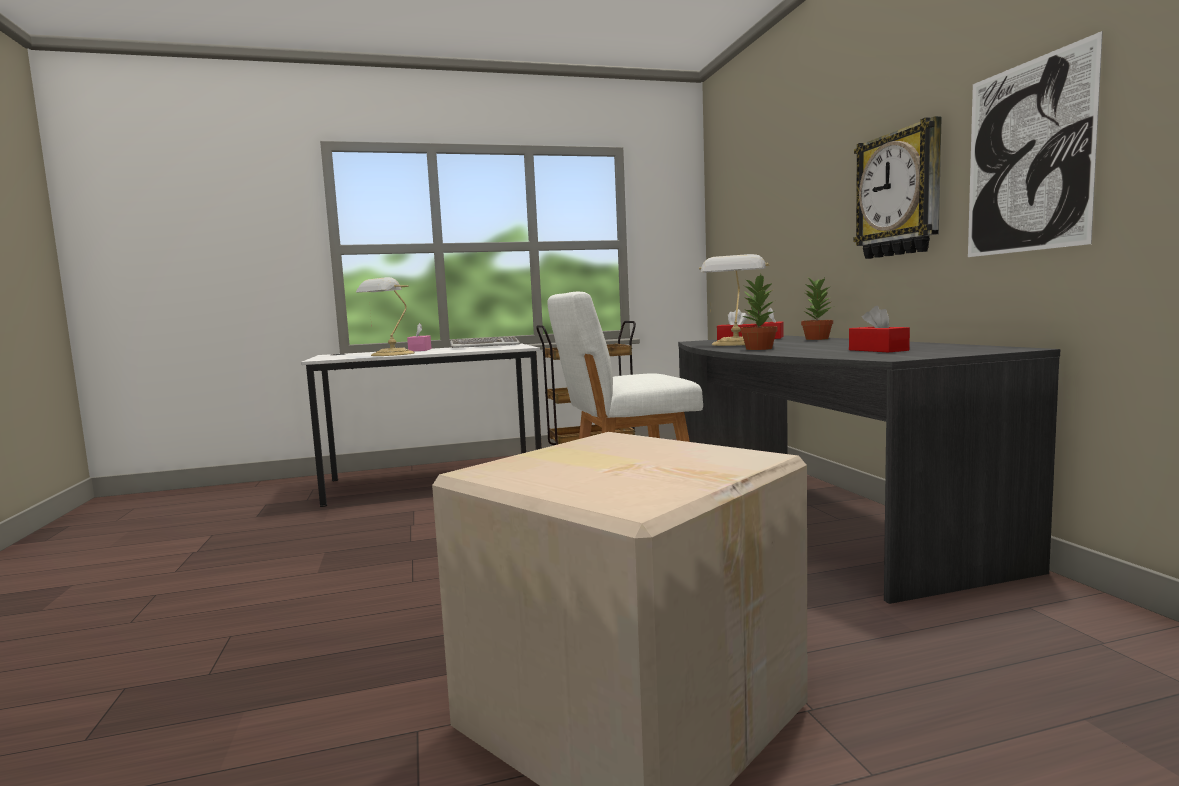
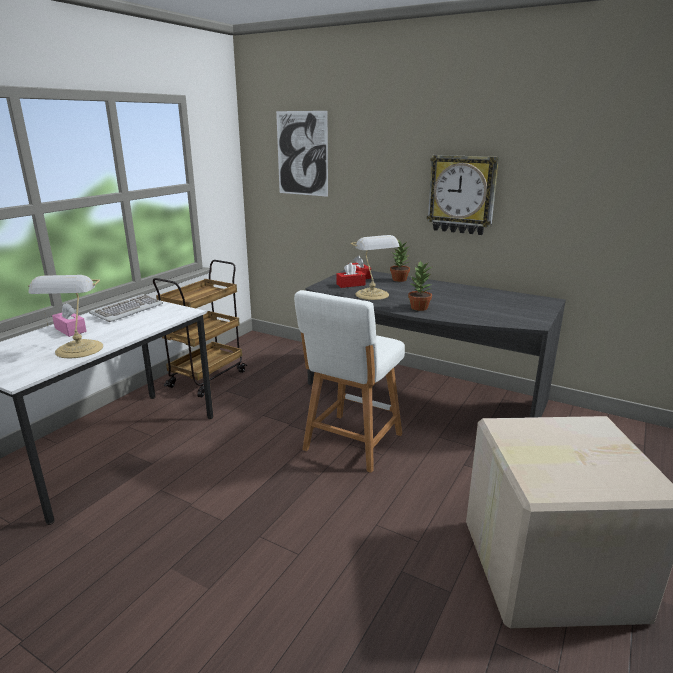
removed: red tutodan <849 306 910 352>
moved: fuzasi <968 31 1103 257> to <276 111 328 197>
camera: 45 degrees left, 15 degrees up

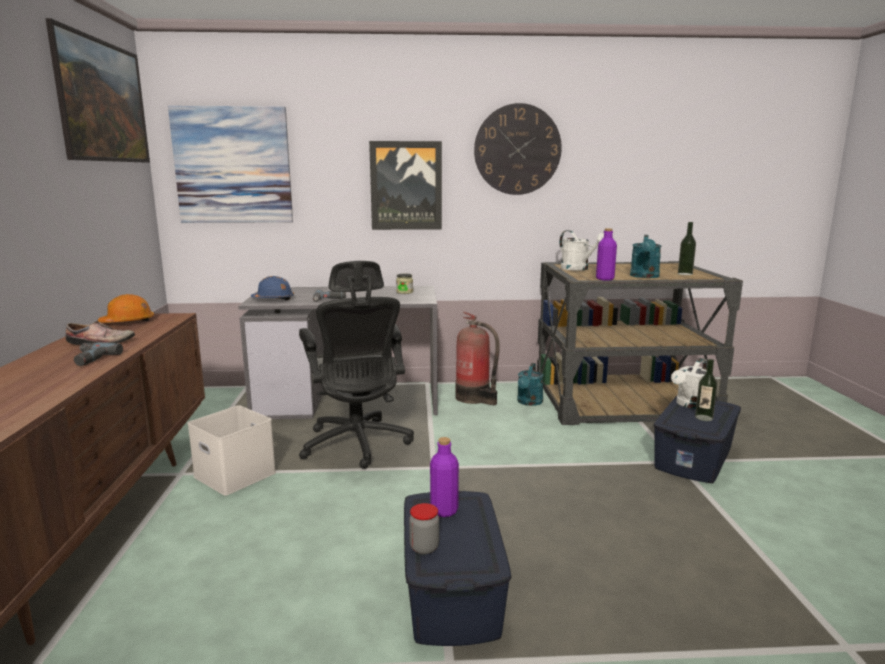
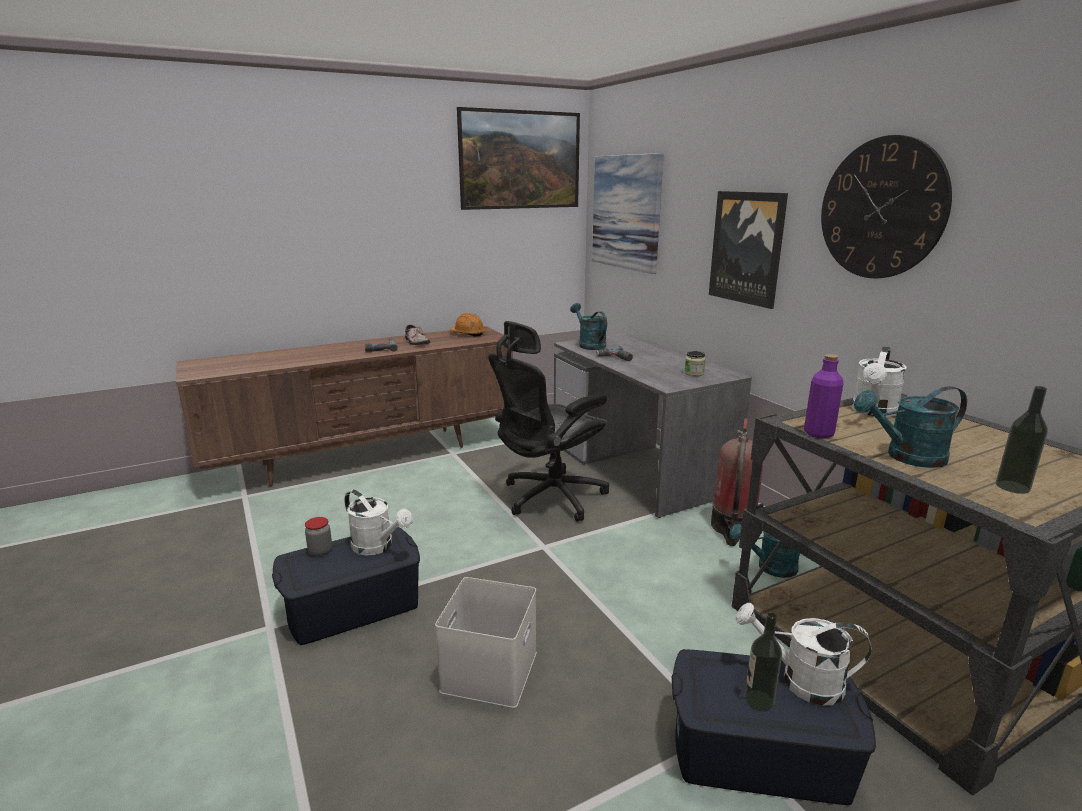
moved: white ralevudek <187 405 276 496> to <435 577 537 708>
replaced: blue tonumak <251 276 294 301> to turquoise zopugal <570 303 607 350>; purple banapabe <430 437 459 517> to white zopugal <344 490 413 556>
camera: 65 degrees right, 5 degrees up

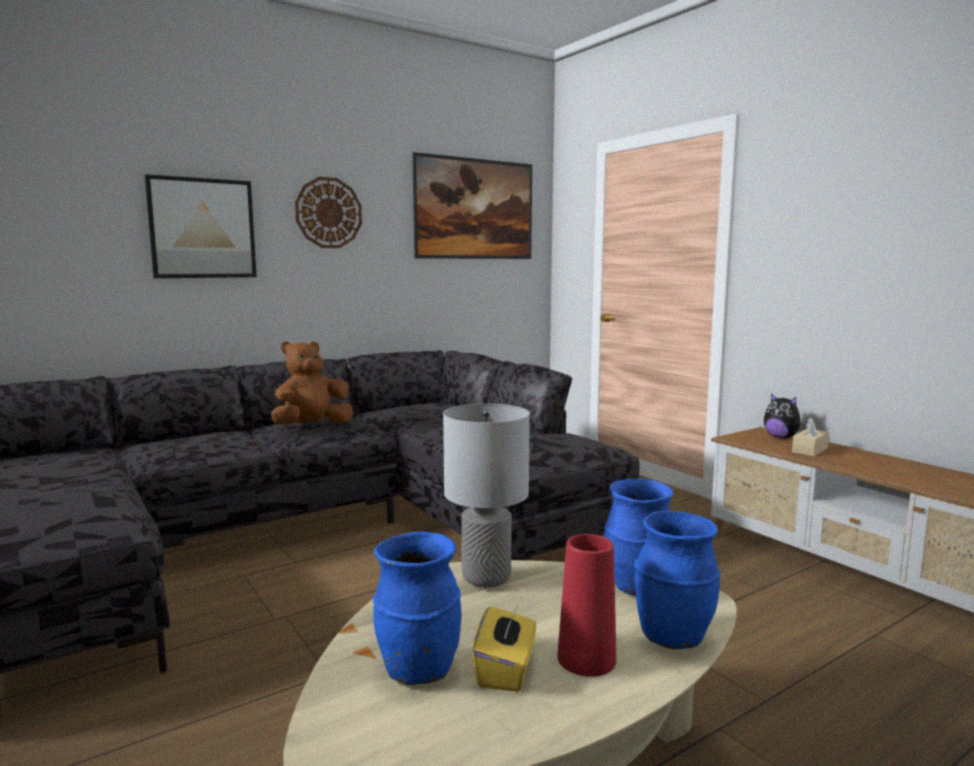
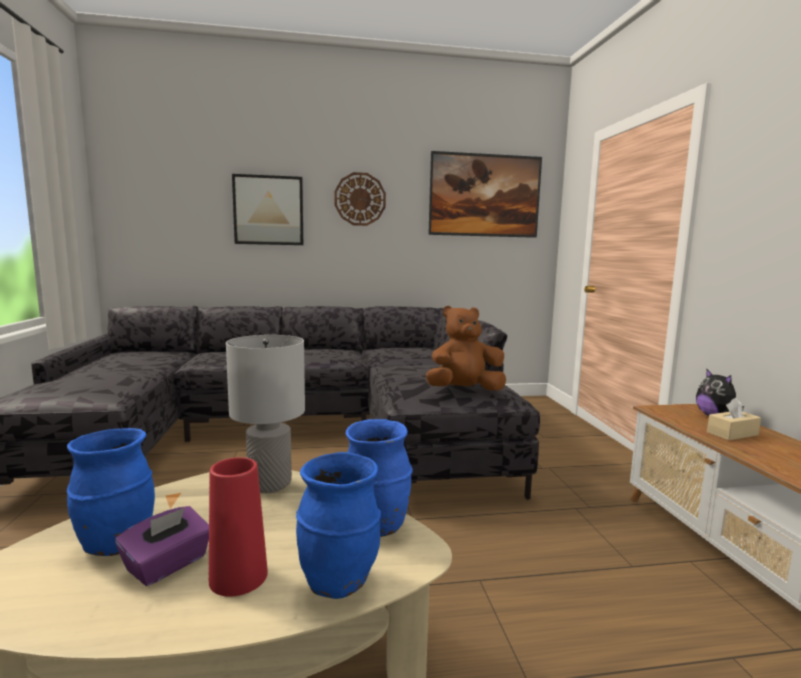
moved: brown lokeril <271 341 353 425> to <426 306 506 391>
recoloured: yellow tutodan <472 603 536 692> to purple tutodan <115 506 209 586>
camera: 25 degrees right, 0 degrees up

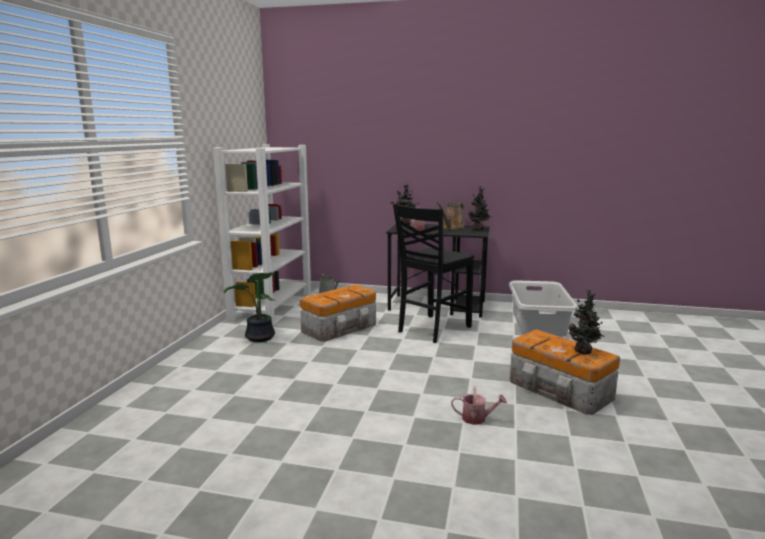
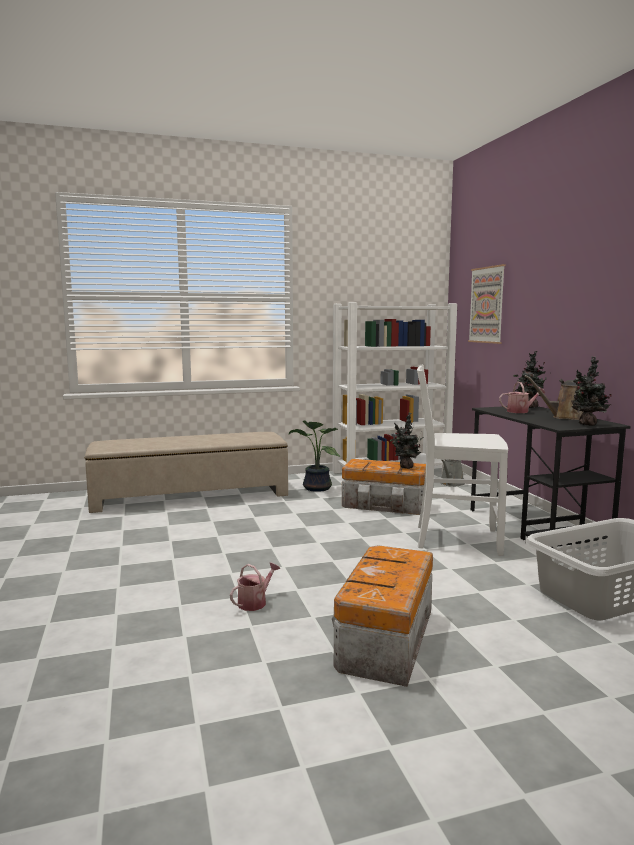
added: fuzasi <468 264 506 344>; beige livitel <85 432 288 513>
moved: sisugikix <568 289 605 354> to <390 413 424 469>
recoloured: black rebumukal <393 203 474 343> to white rebumukal <417 365 508 556>
turned: zopugal <451 386 507 425> = <230 562 280 611> 120 degrees counterclockwise
camera: 60 degrees right, 5 degrees down

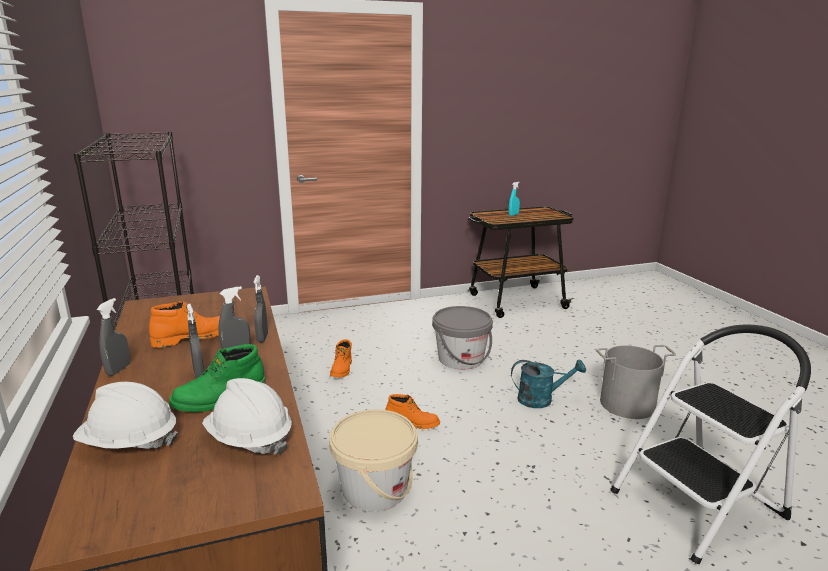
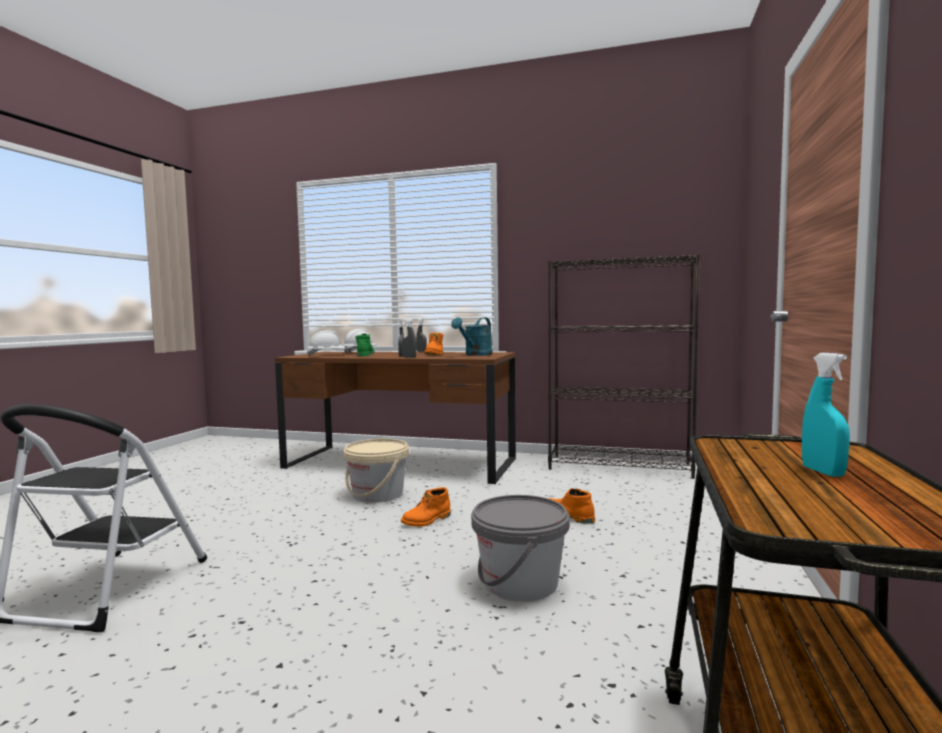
removed: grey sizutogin <187 304 204 378>; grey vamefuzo <596 345 676 419>
moved: turquoise zopugal <511 359 586 408> to <451 317 493 356>
camera: 125 degrees right, 15 degrees down

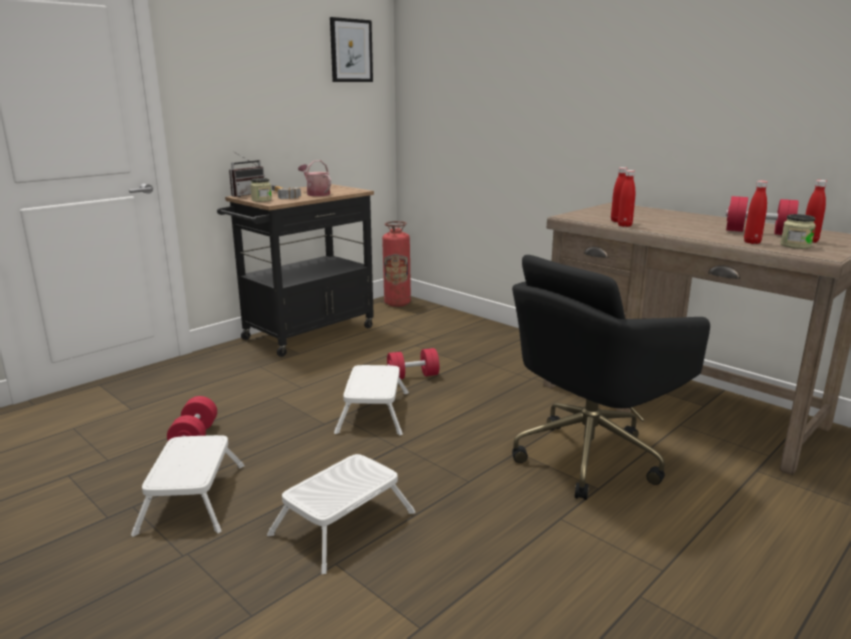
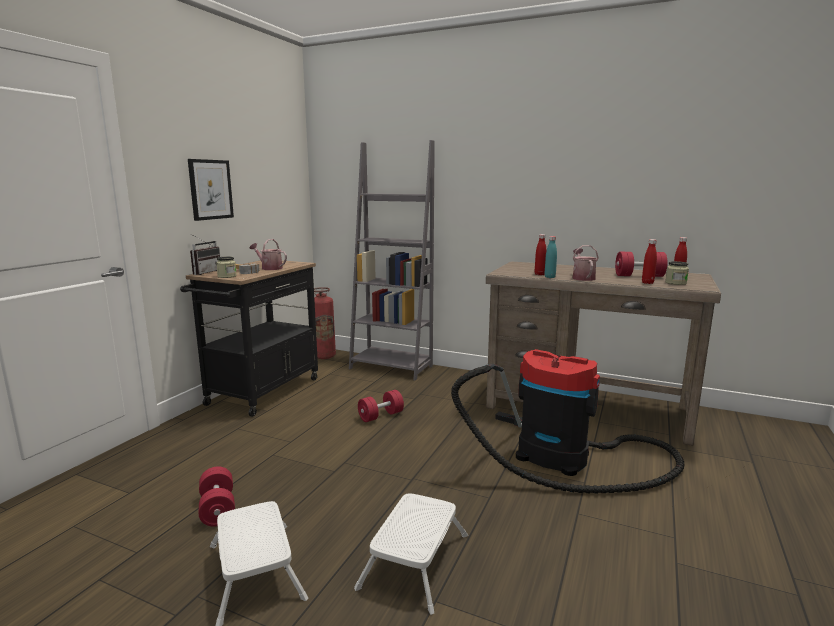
removed: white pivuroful <334 365 409 435>
added: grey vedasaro <349 140 435 381>; zopugal <572 245 599 281>
moved: fuzasi <330 17 373 82> to <188 159 234 221>
replaced: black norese <512 255 710 500> to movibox <451 349 685 493>
recoloured: red banapabe <618 170 635 227> to turquoise banapabe <545 236 557 278>
camera: 20 degrees left, 5 degrees down

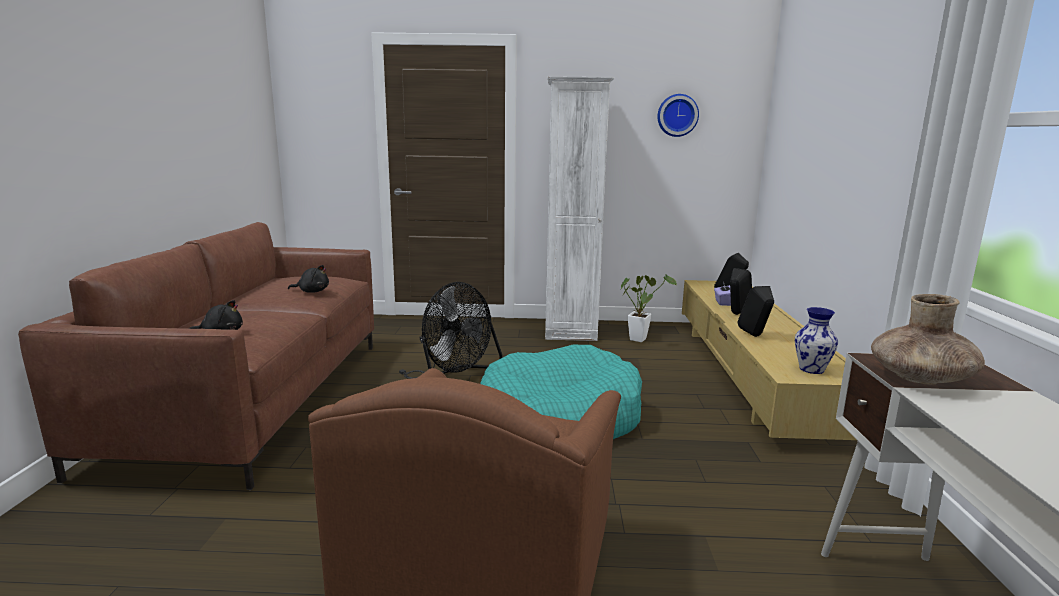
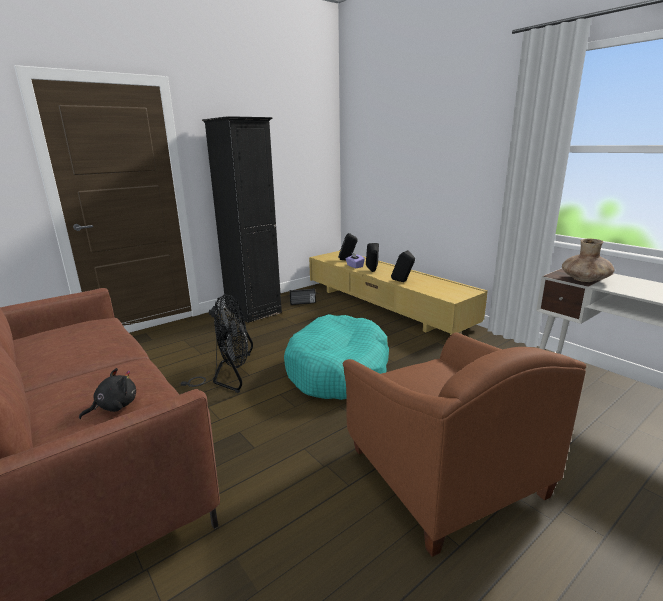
removed: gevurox <657 94 699 137>; black lokeril <288 265 329 293>; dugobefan <795 307 838 374>
replaced: sisugikix <621 274 677 342> to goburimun <290 288 316 305>
recoloured: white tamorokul <545 76 614 341> to black tamorokul <202 116 282 323>
camera: 40 degrees left, 5 degrees up

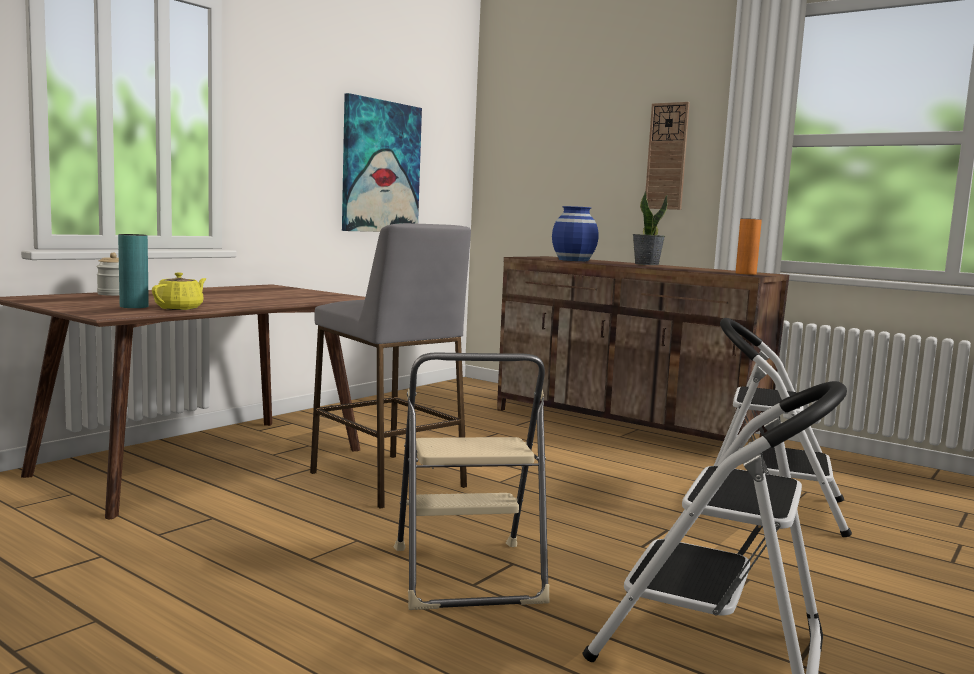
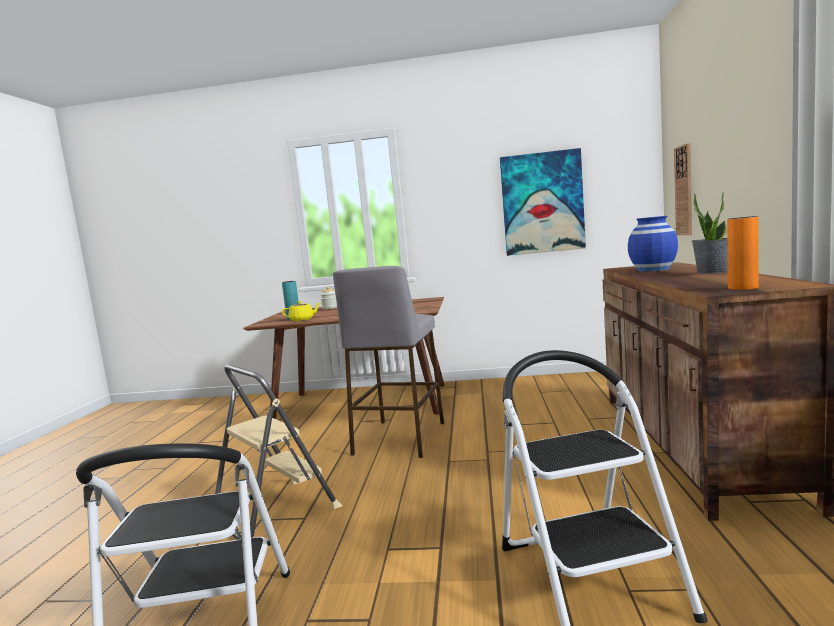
moved: gevurox <646 102 690 210> to <674 143 692 235>
camera: 60 degrees right, 0 degrees up

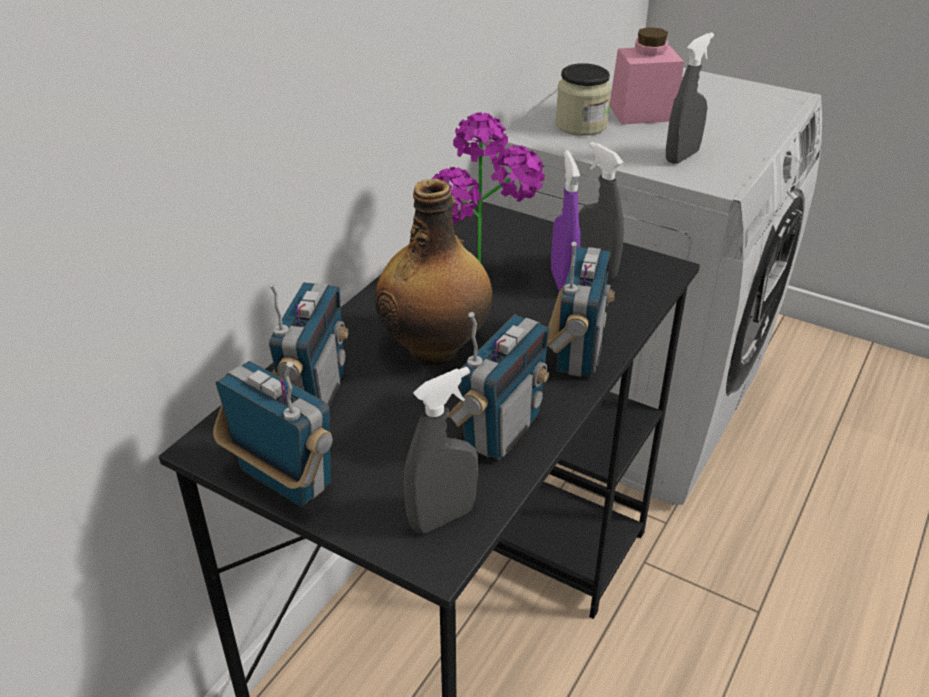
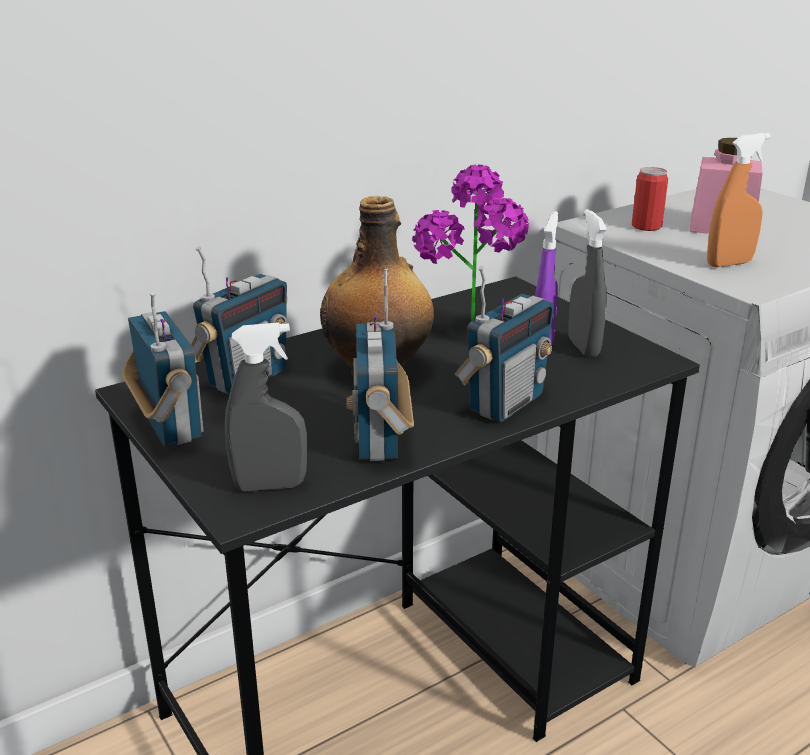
replaced: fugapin <555 63 611 136> to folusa <632 167 668 231>
recoloured: grey sizutogin <666 33 714 164> to orange sizutogin <707 133 771 267>
turned: goburimun <448 312 549 460> = <346 269 414 461> 120 degrees clockwise
camera: 25 degrees right, 10 degrees down

